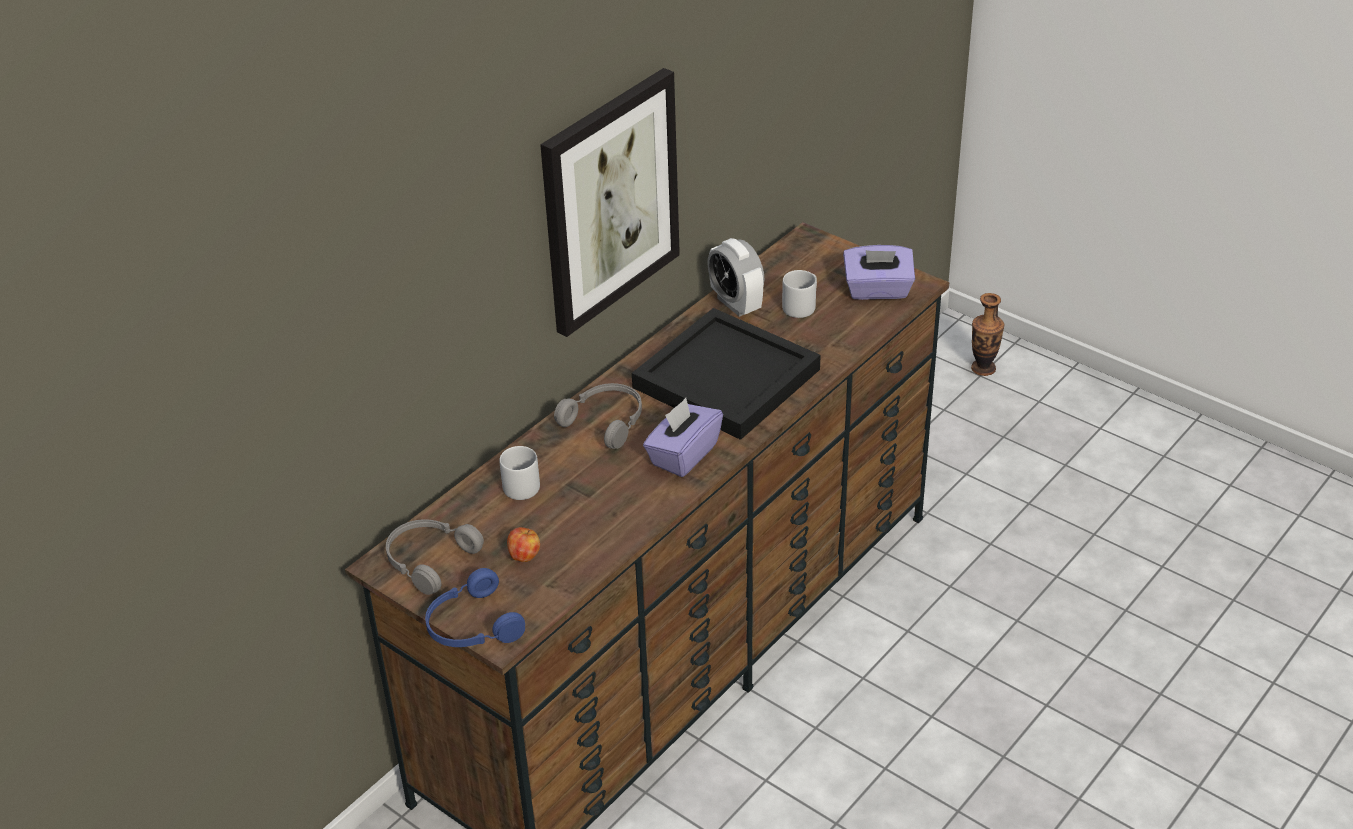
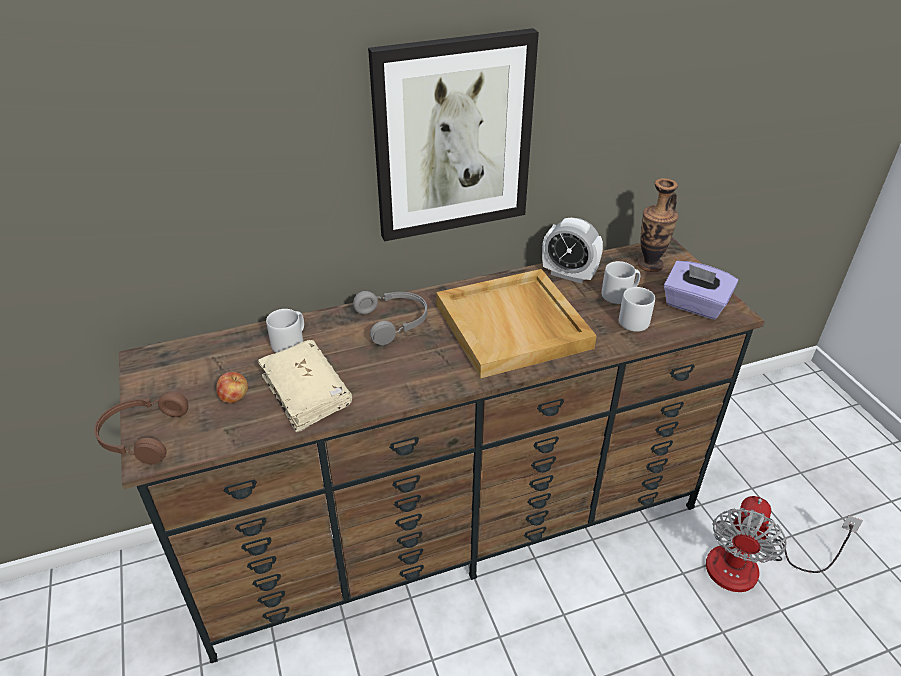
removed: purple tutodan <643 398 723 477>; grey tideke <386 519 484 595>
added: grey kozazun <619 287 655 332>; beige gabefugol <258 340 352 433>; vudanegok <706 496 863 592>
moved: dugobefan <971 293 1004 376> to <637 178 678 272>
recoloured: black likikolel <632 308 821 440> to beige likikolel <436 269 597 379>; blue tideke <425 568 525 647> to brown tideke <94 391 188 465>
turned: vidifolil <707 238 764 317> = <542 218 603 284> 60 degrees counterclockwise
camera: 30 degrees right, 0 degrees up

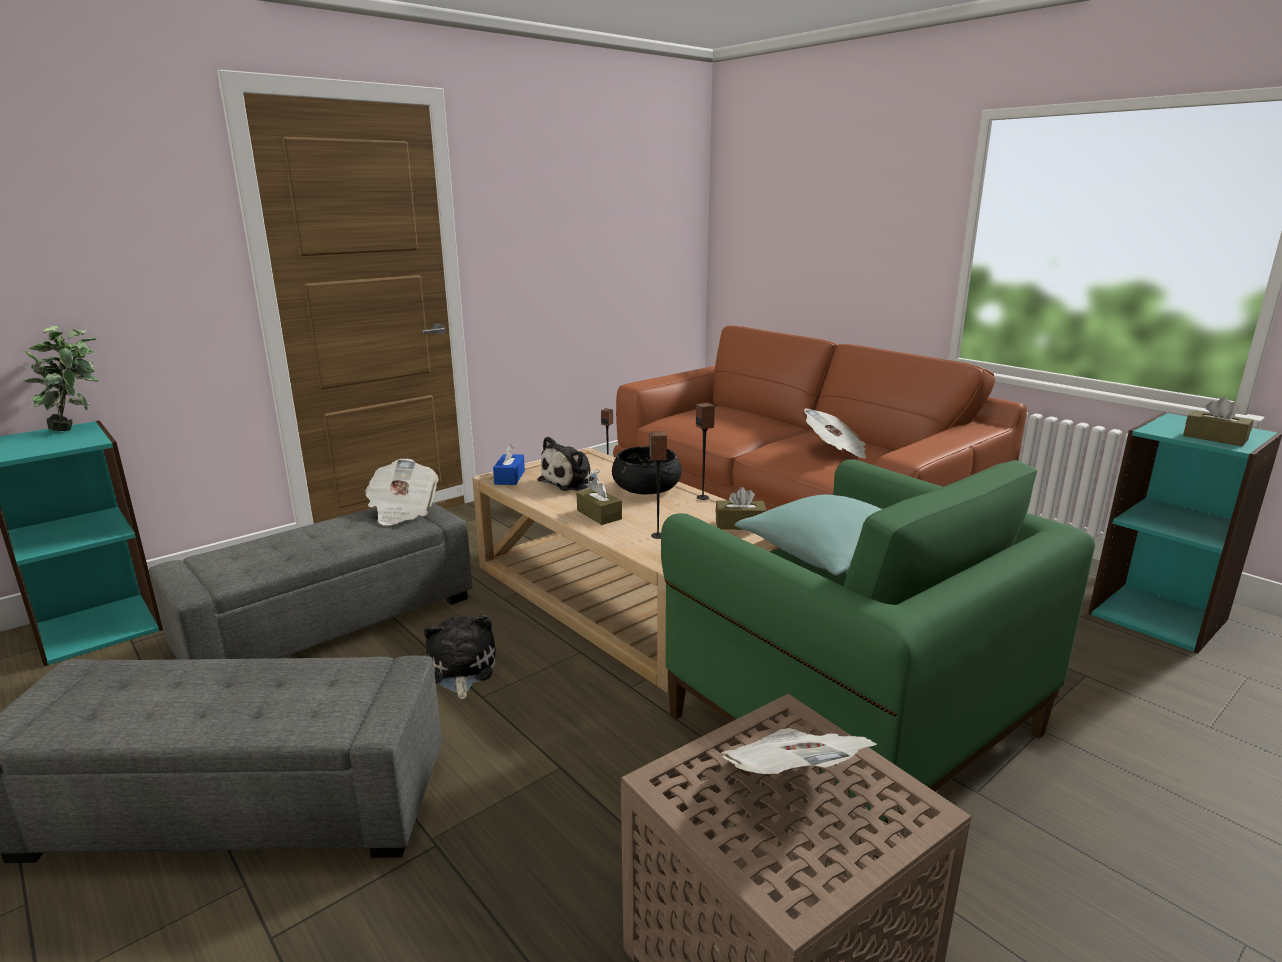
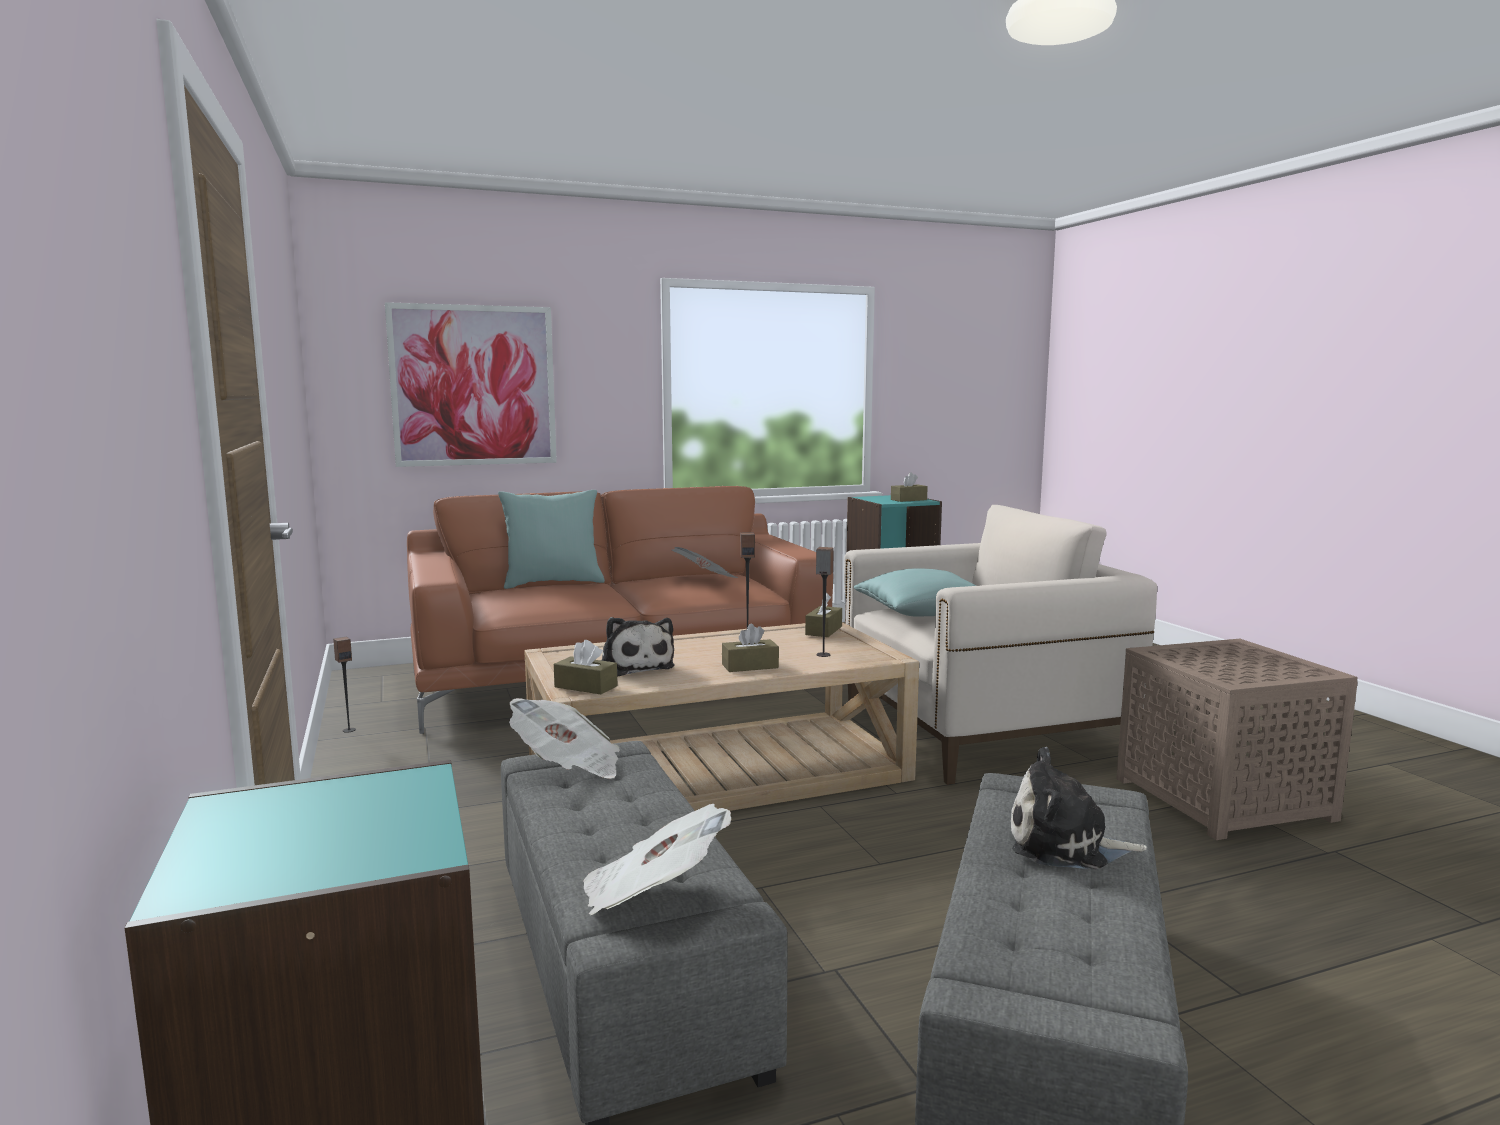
removed: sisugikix <23 326 99 431>; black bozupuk <612 446 682 494>
added: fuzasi <385 302 557 467>; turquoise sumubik <498 490 605 589>
moved: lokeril <424 614 496 699> to <1011 747 1147 869>; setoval <721 728 877 774> to <583 804 731 915>
recoloured: blue tutodan <493 444 525 485> to brown tutodan <554 640 618 694>; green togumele <661 459 1095 859> to beige togumele <844 505 1157 785>
camera: 70 degrees left, 10 degrees down

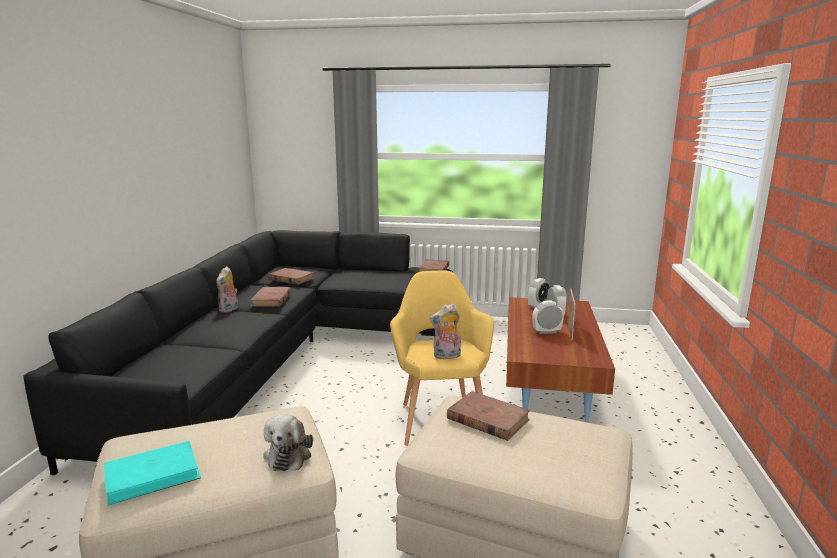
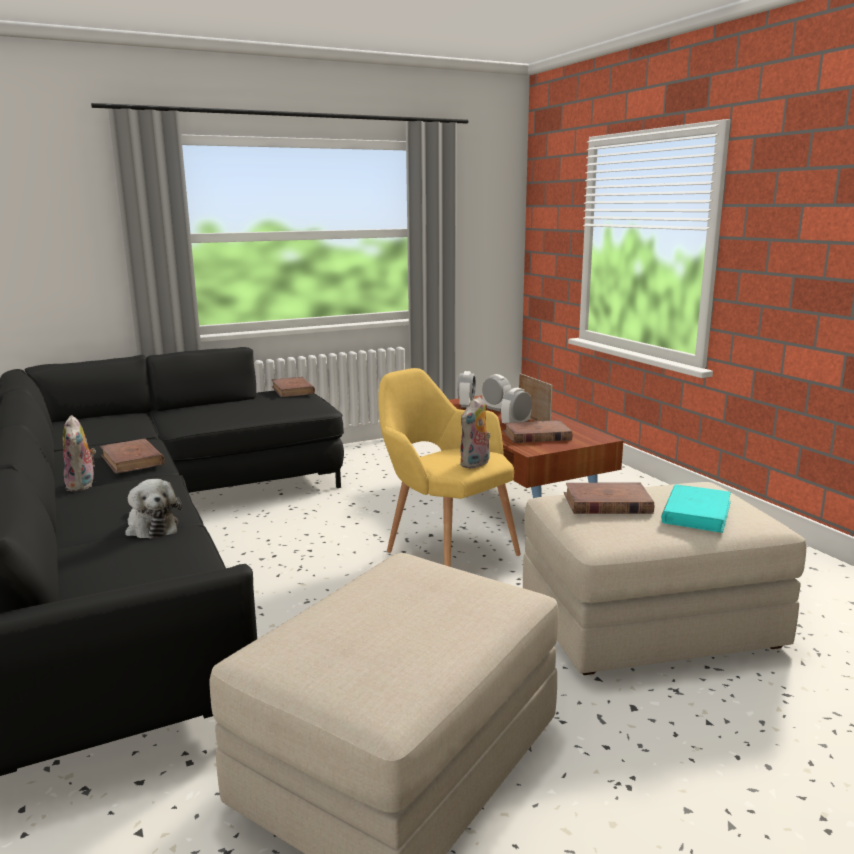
moved: brown gabefugol <268 268 315 285> to <503 420 572 443>; lokeril <263 414 313 471> to <125 479 182 539>; turquoise gabefugol <104 441 201 506> to <661 484 731 533>
camera: 35 degrees left, 0 degrees up

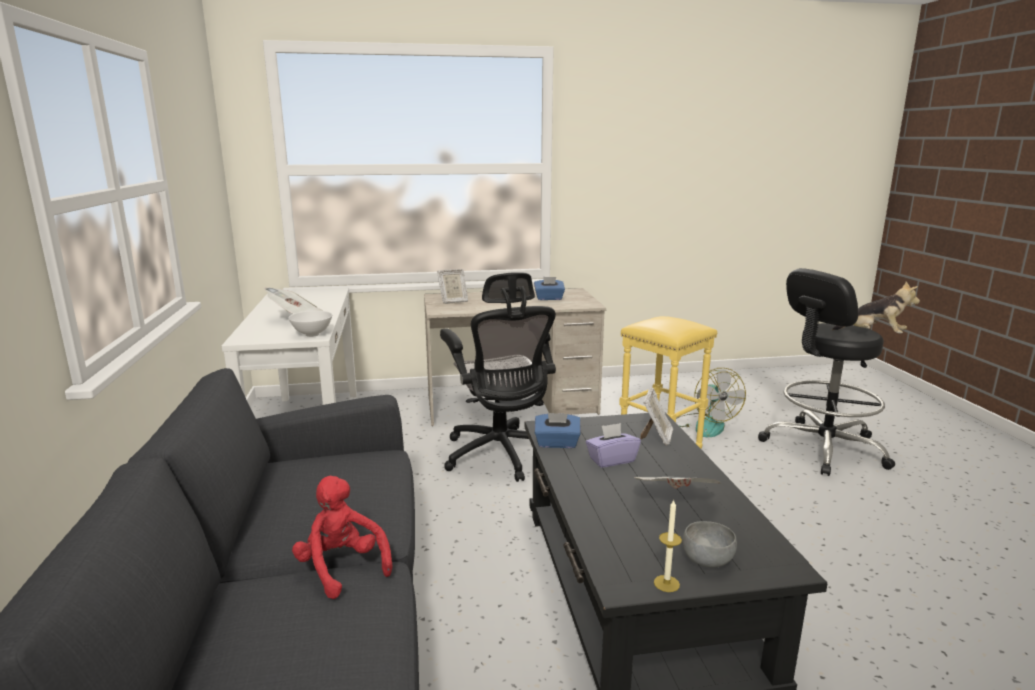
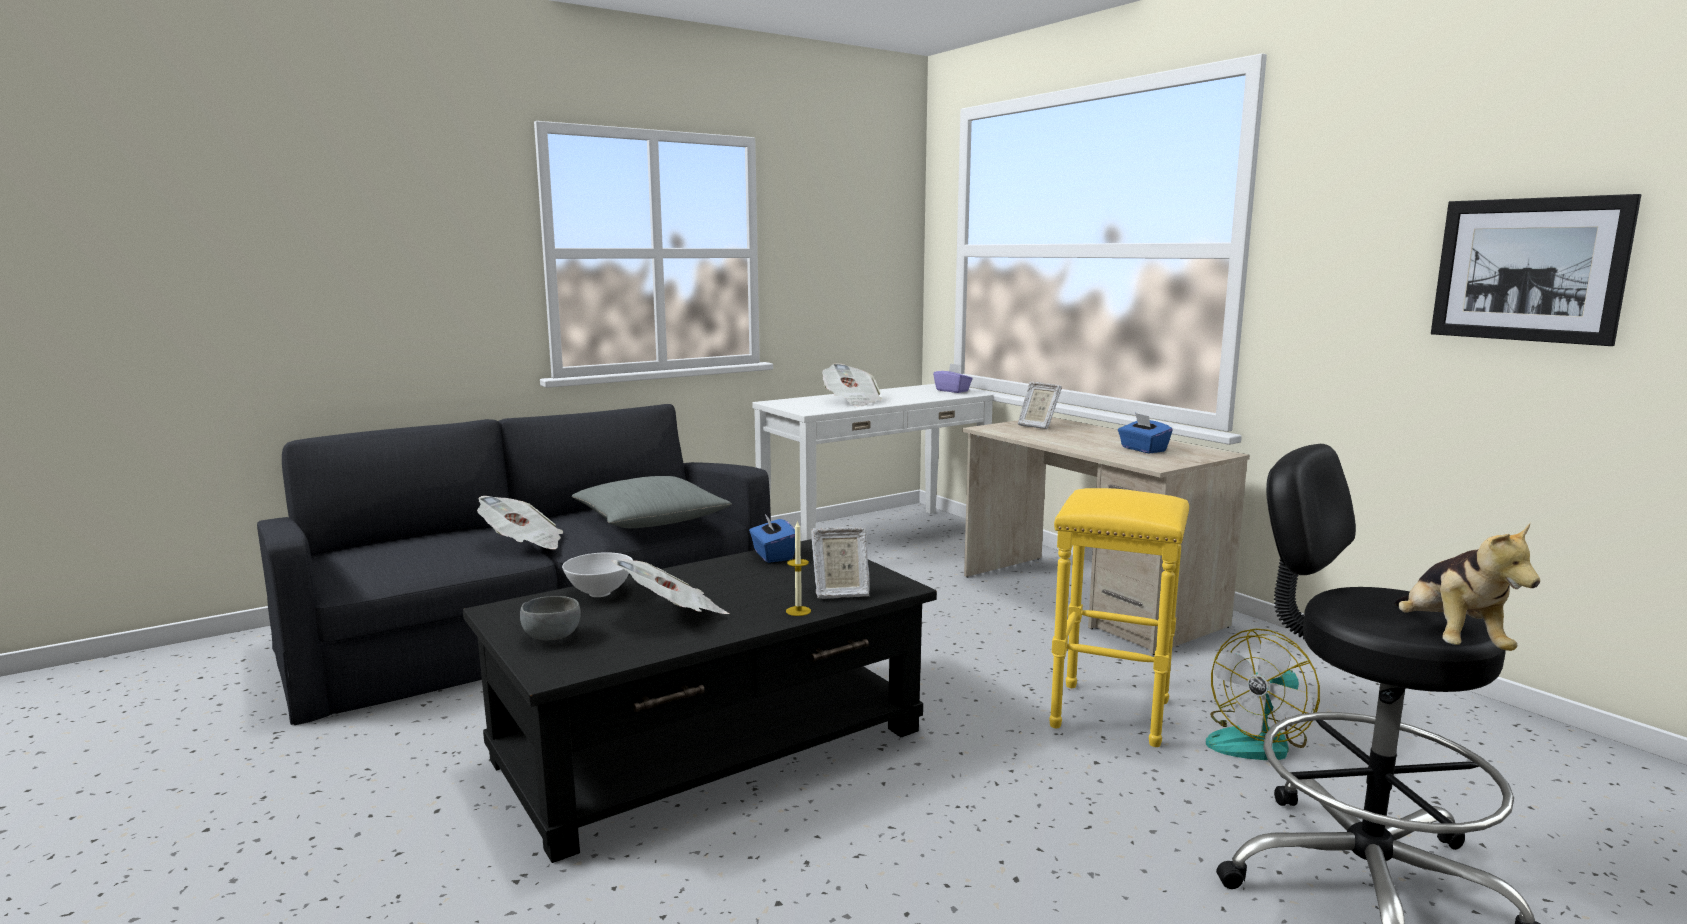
removed: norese <440 272 556 482>
added: fuzasi <1431 194 1641 346>; grey sumubik <572 476 732 528>
moved: white bozupuk <288 311 332 337> to <562 552 633 597>; purple tutodan <586 423 641 468> to <933 363 973 393>; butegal <654 500 682 592> to <786 520 811 616>
replaced: red lokeril <292 476 392 599> to setoval <477 496 563 549>
camera: 65 degrees right, 5 degrees down

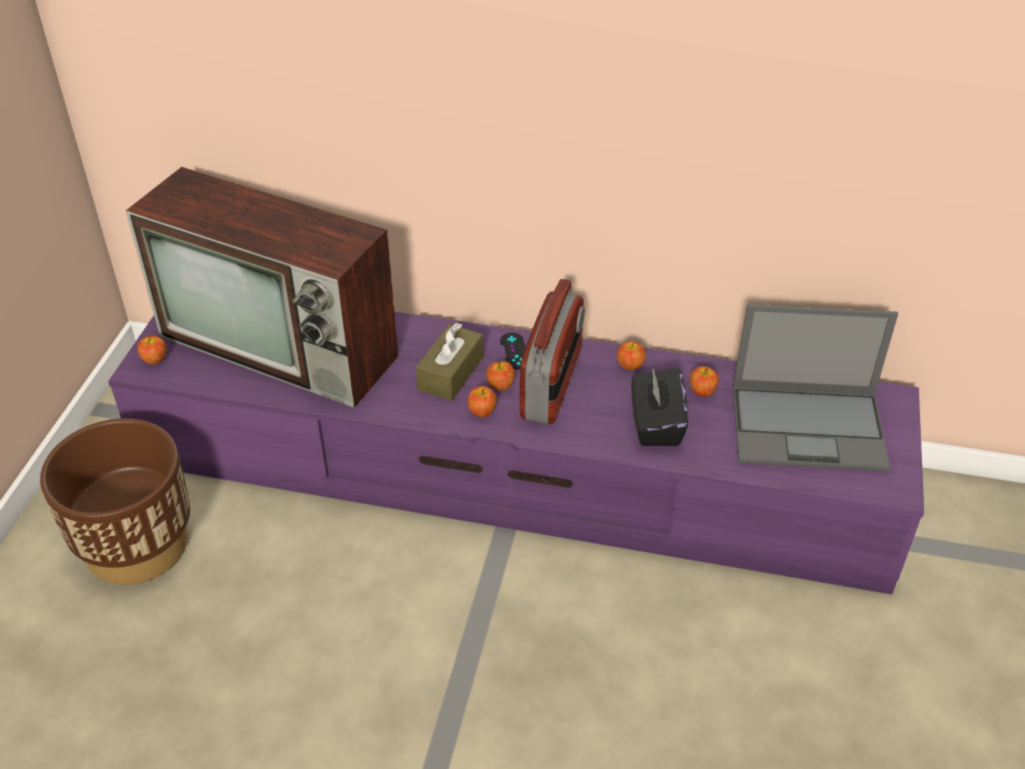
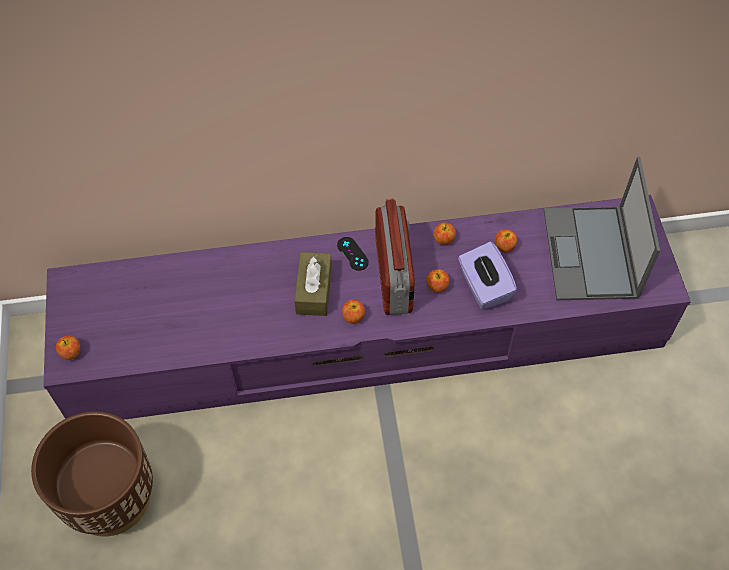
removed: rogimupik <126 167 398 408>
moved: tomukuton <486 361 515 391> to <426 269 449 293>
recoloured: black tutodan <631 368 688 446> to purple tutodan <458 241 517 310>
turned: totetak <733 304 898 472> = <544 157 660 300> 105 degrees clockwise
camera: 20 degrees left, 15 degrees up

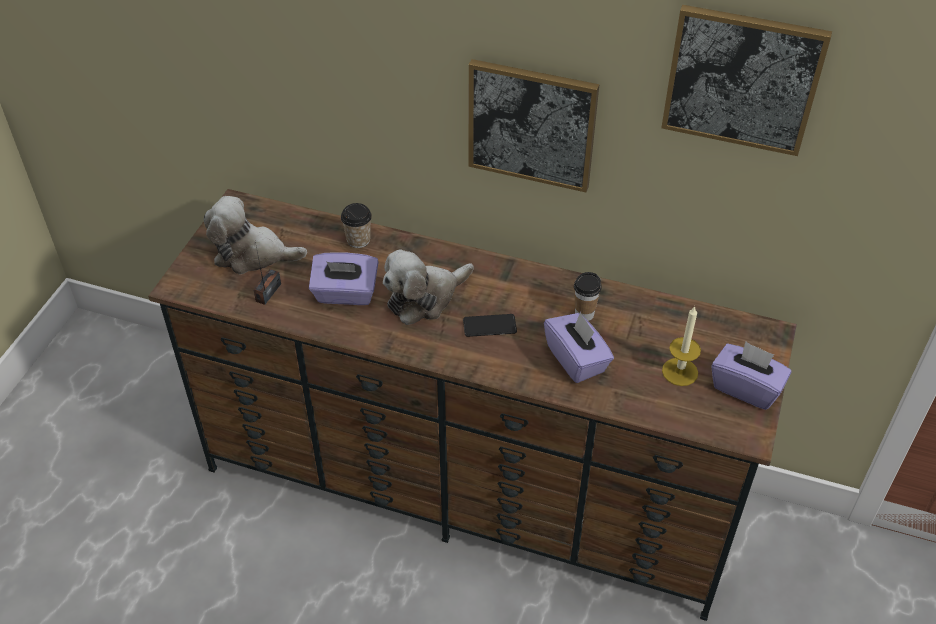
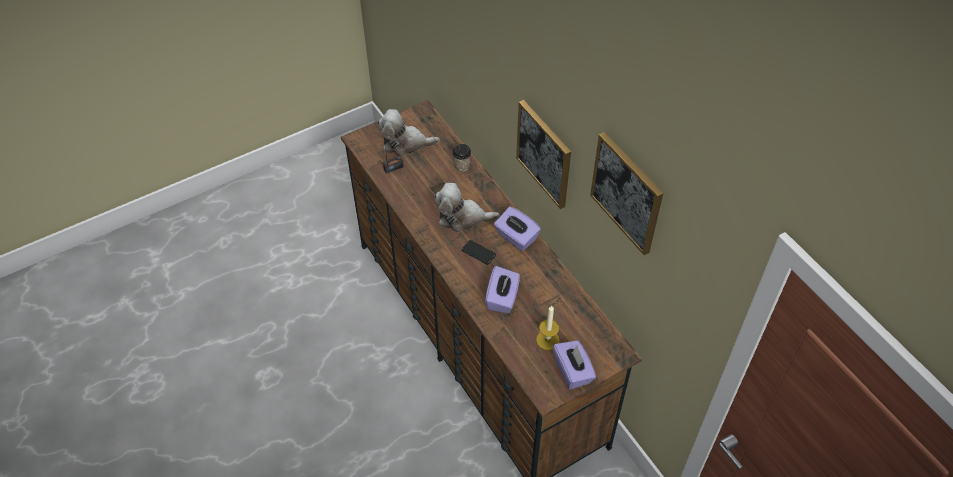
removed: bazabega <574 272 602 321>
moved: purple tutodan <309 252 379 305> to <494 207 541 251>
turned: lokeril <204 196 307 274> = <377 109 440 156> 45 degrees counterclockwise
camera: 40 degrees right, 5 degrees up

